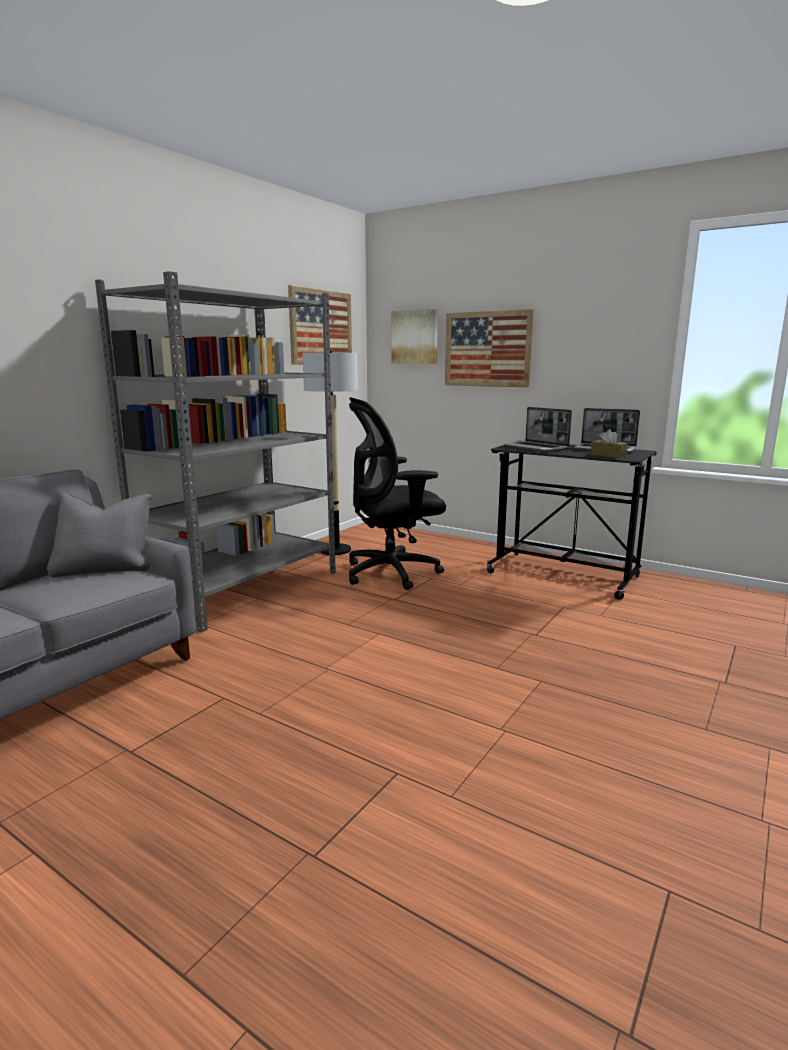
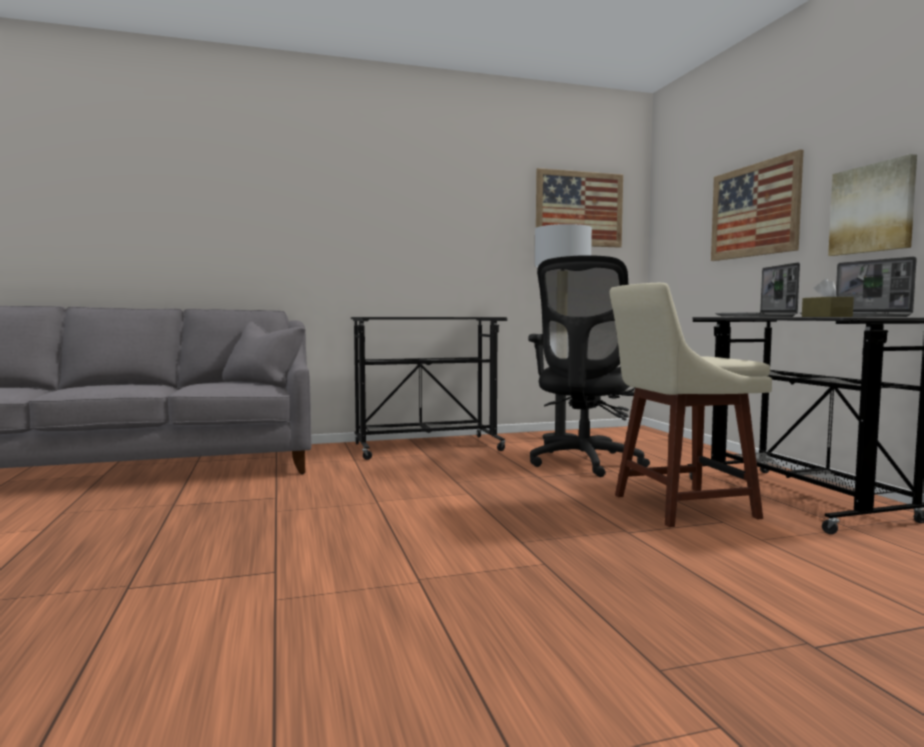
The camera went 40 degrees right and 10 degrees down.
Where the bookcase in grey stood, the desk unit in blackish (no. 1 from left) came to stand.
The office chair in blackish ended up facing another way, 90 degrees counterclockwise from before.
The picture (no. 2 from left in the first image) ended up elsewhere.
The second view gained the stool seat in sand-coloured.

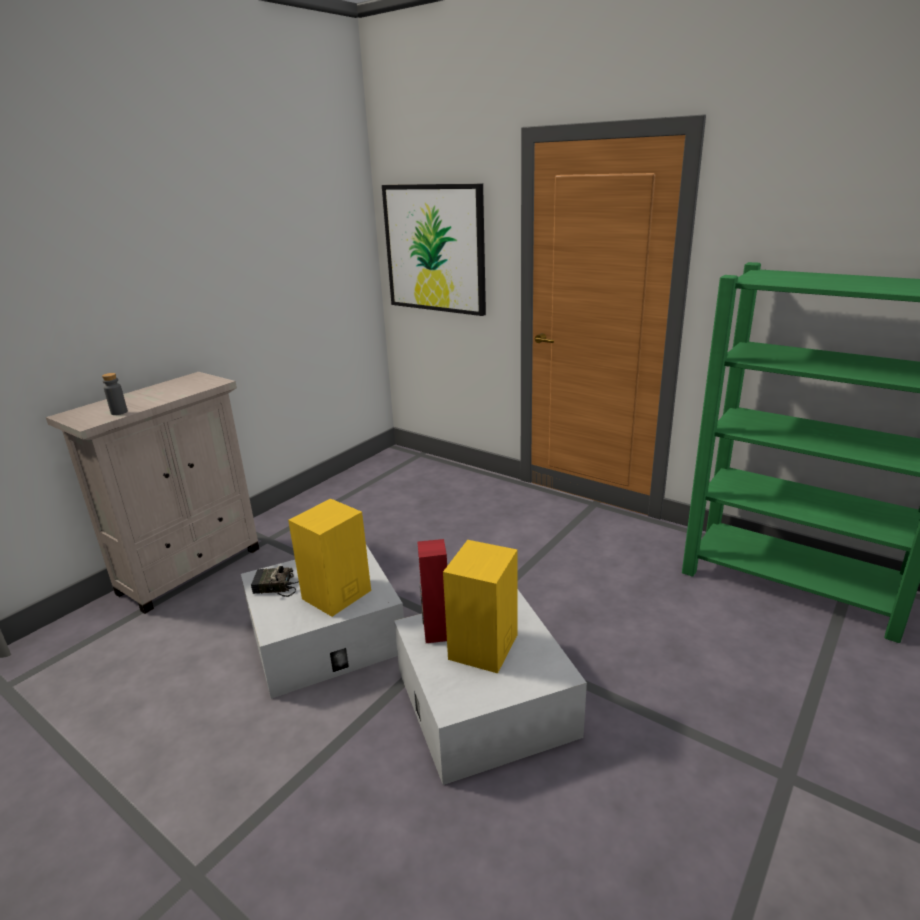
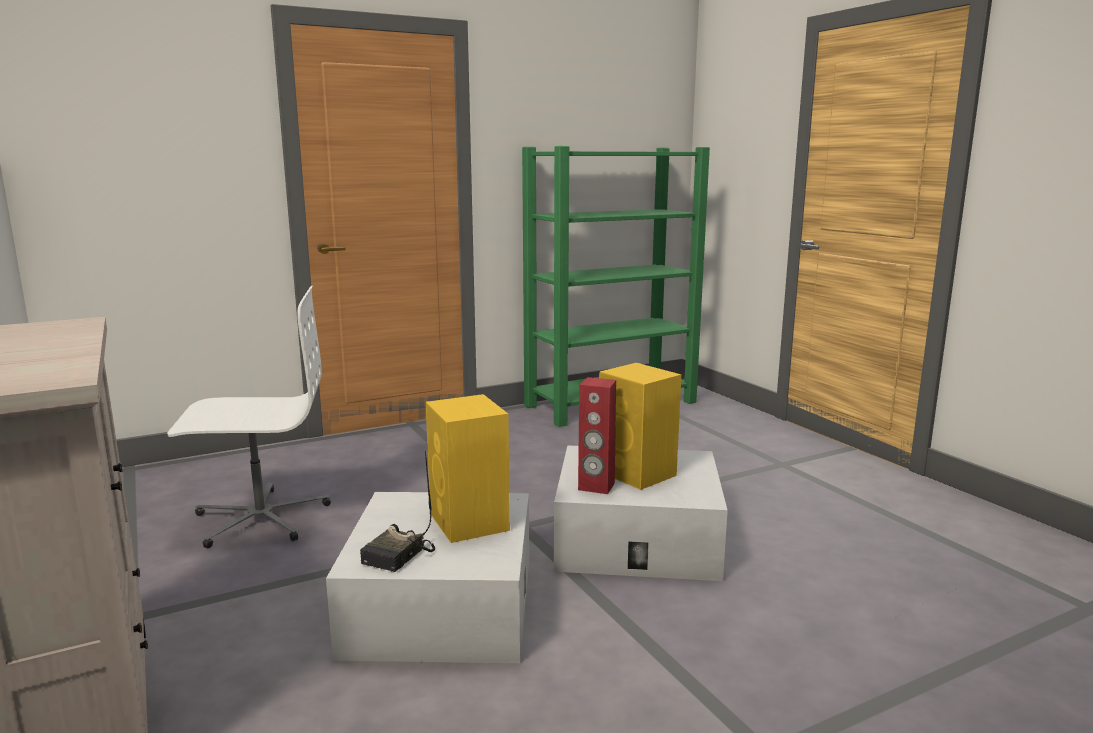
The camera went 65 degrees left and 10 degrees down.
The second view lost the beverage bottle in grey.
The second view lost the picture.
The second view gained the office chair in white.

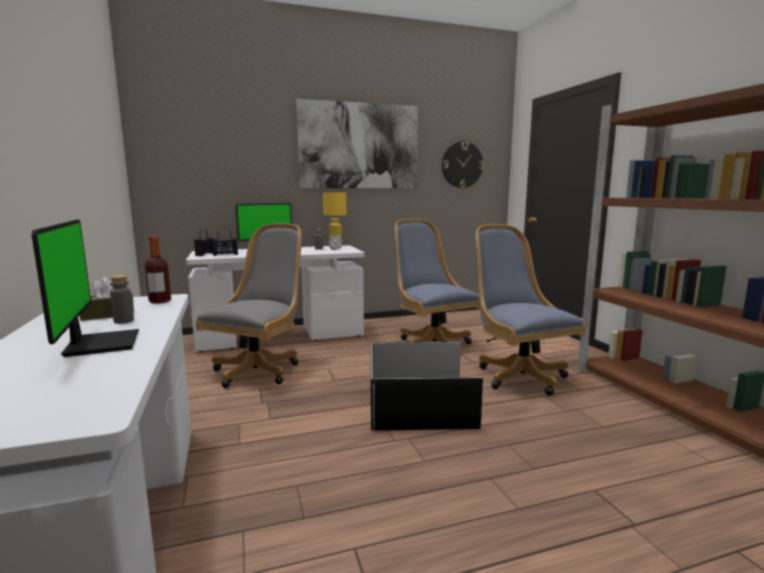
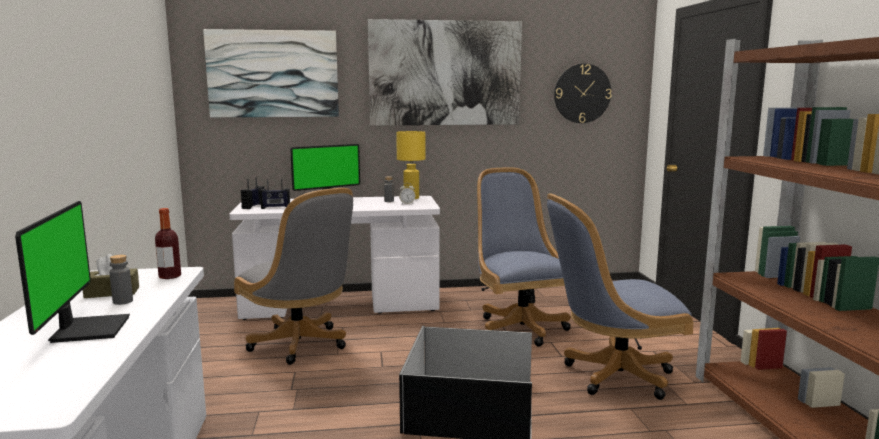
The camera went 10 degrees right and 0 degrees up.
The office chair in grey ended up facing another way, 105 degrees clockwise from before.
The office chair in bluish (no. 2 from left) ended up facing another way, 90 degrees counterclockwise from before.
The second view gained the picture (no. 1 from left).

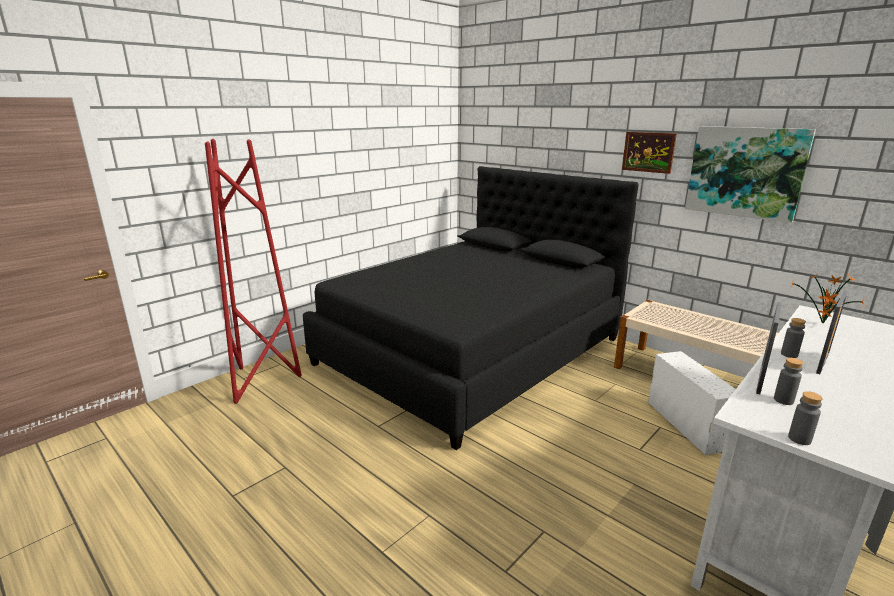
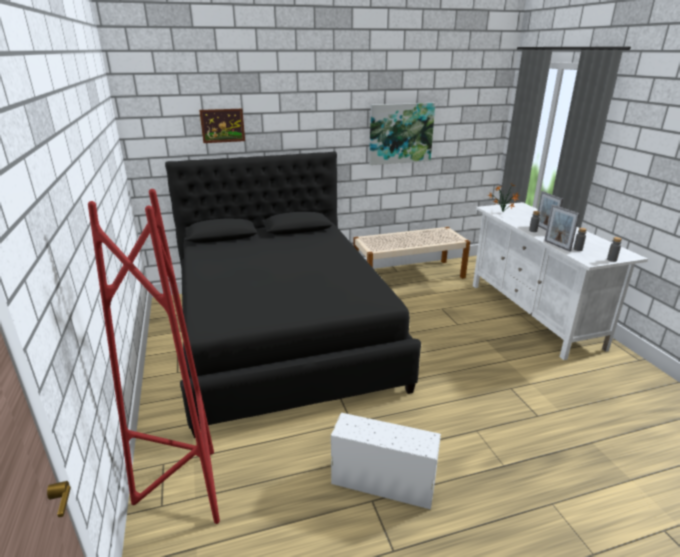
The camera went 60 degrees left and 5 degrees up.
The picture (no. 1 from left) ended up elsewhere.
The storage bin in white ended up elsewhere.

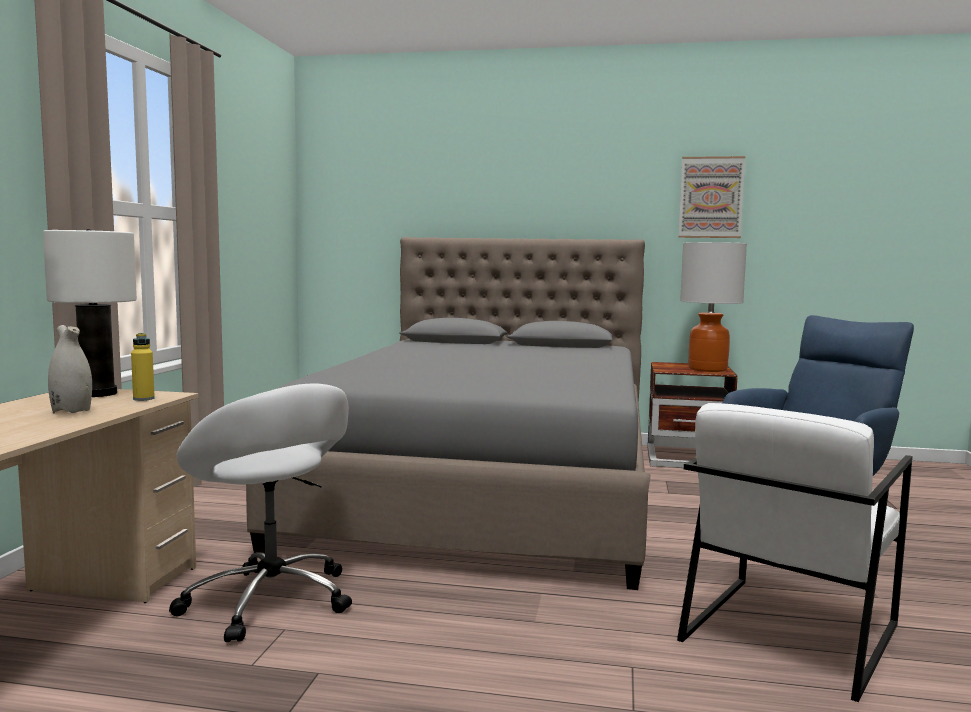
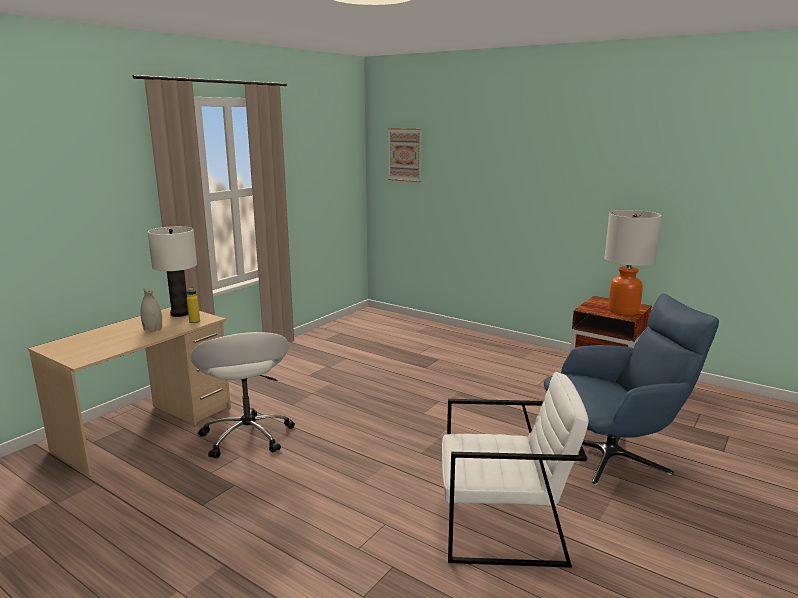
The camera went 25 degrees right and 10 degrees up.
The second view lost the sleeping bed in grey.
The armchair in white ended up facing another way, 150 degrees counterclockwise from before.
The picture ended up elsewhere.

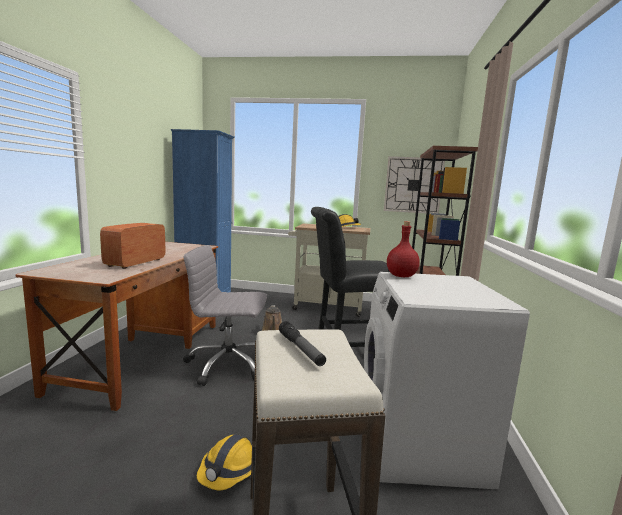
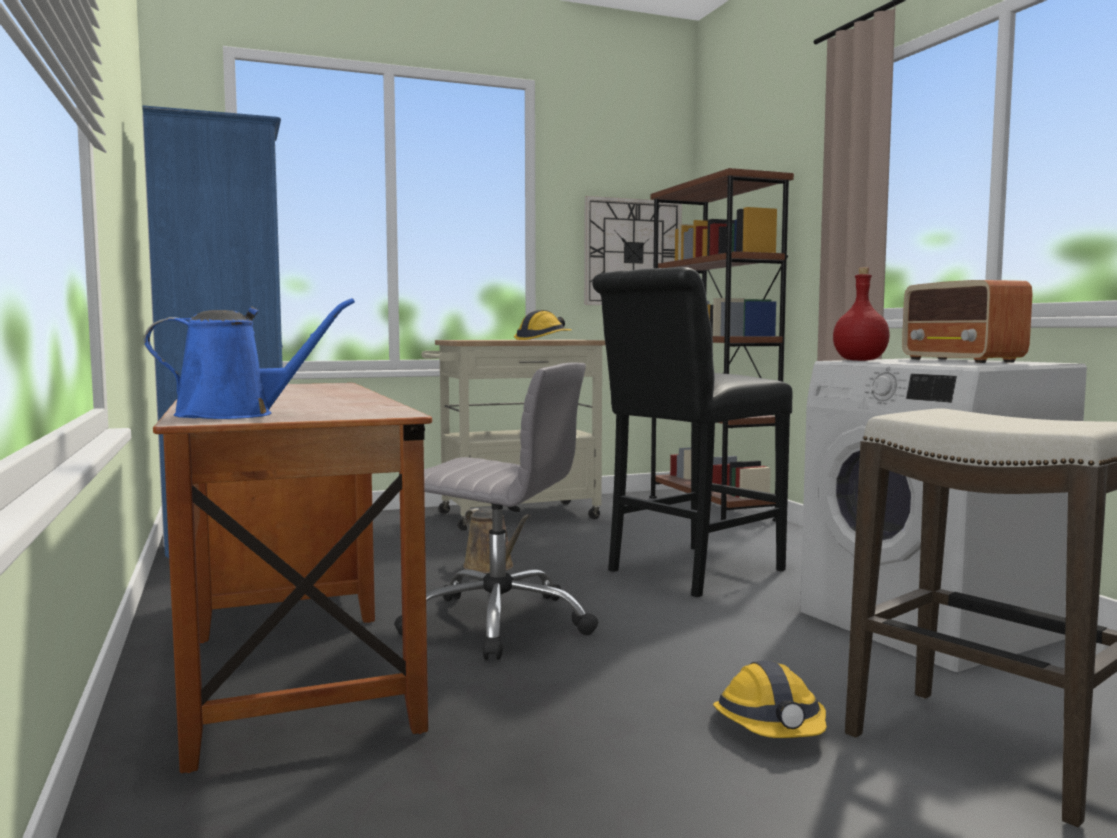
The camera went 30 degrees left and 5 degrees down.
The radio set ended up elsewhere.
The office chair in grey ended up facing another way, 135 degrees counterclockwise from before.
The second view lost the torch.
The second view gained the watering pot in bluish.

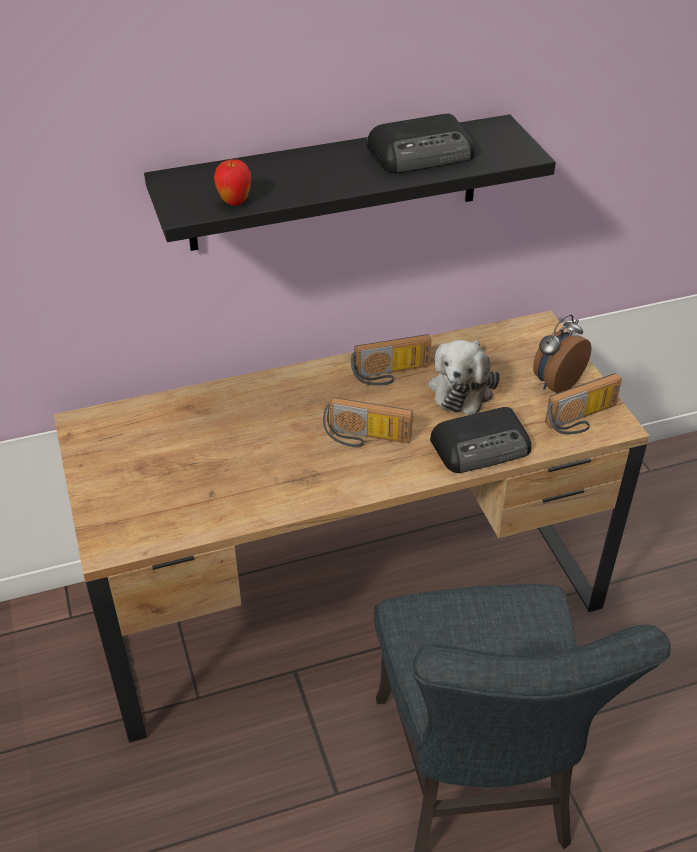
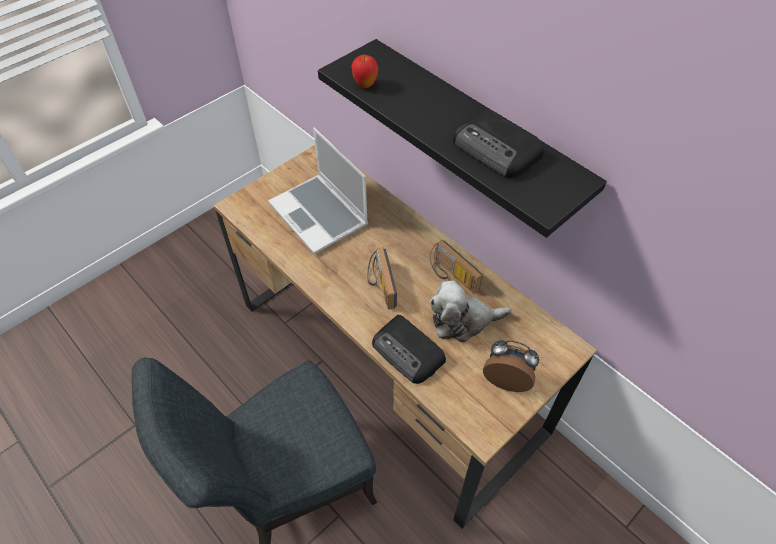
The camera went 65 degrees right and 10 degrees up.
The second view lost the radio set (no. 5 from left).
The second view gained the portable computer.

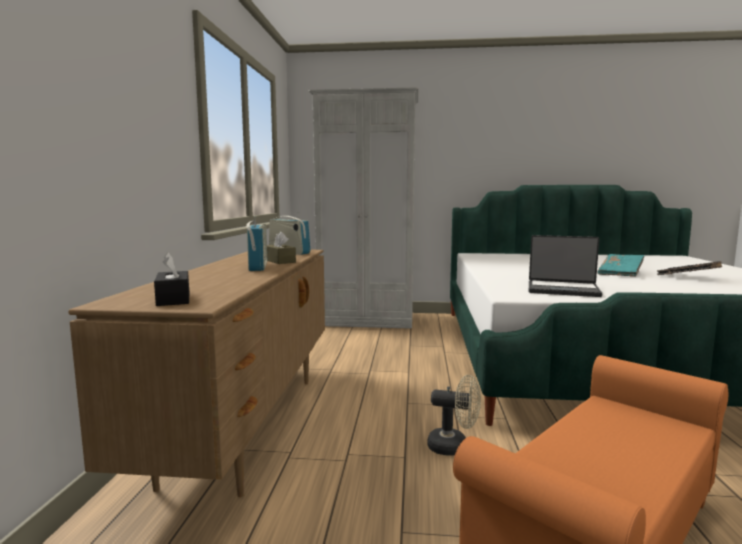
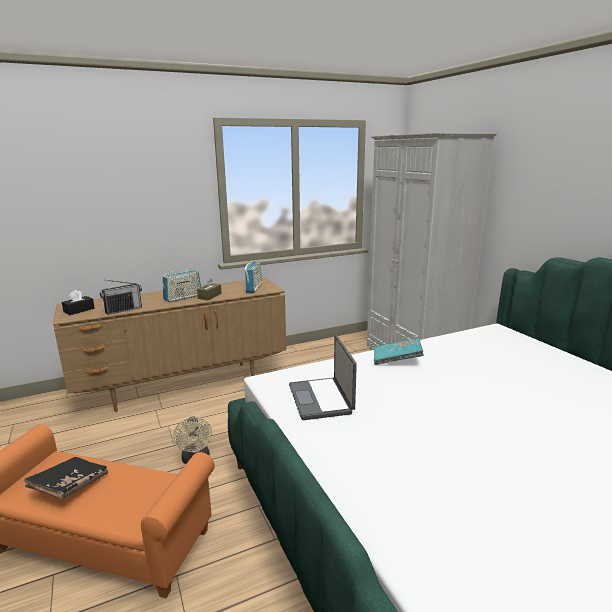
The camera went 60 degrees right and 10 degrees up.
The book in turquoise-coloured ended up elsewhere.
The book in blackish ended up elsewhere.
The second view gained the radio set (no. 1 from left).

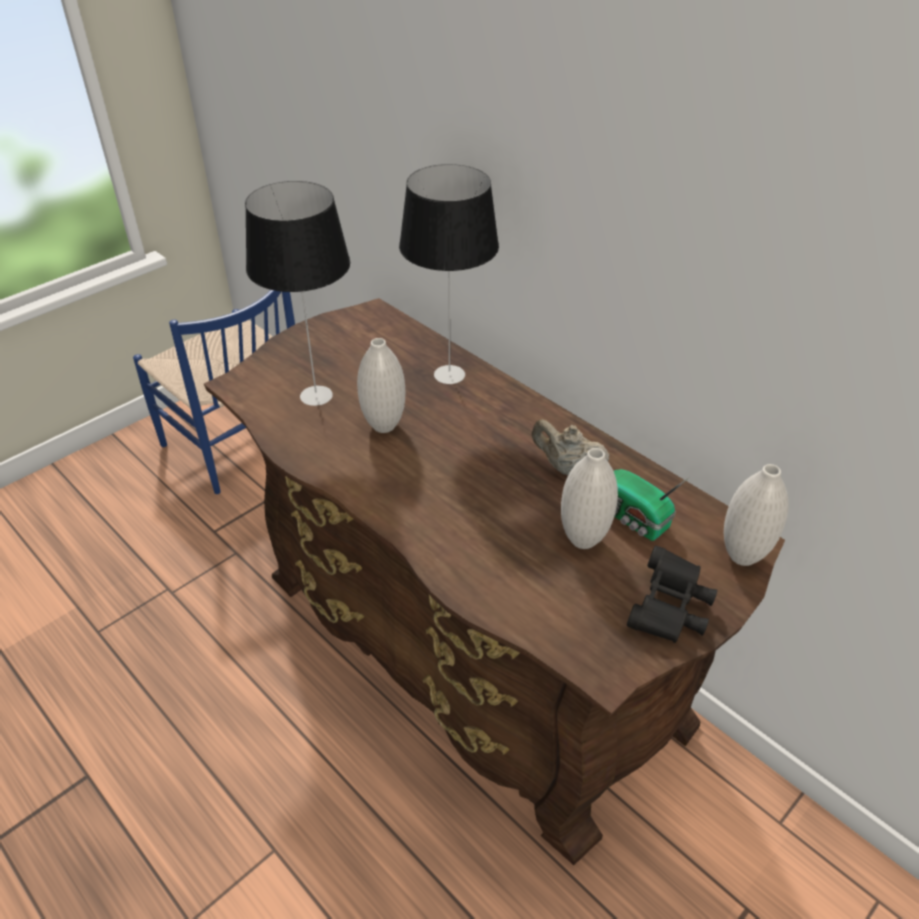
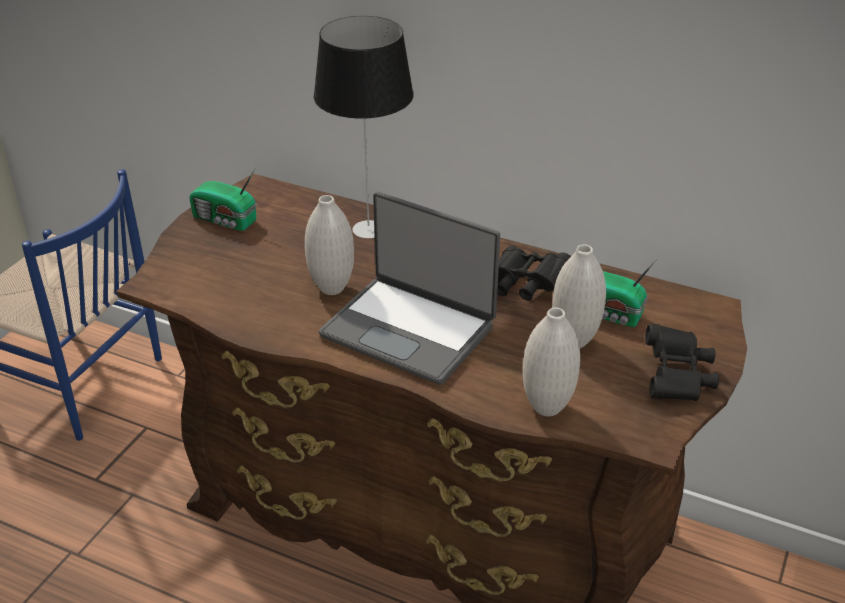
The camera went 20 degrees left and 5 degrees down.
The second view lost the table lamp (no. 1 from left).
Where the pot for tea in sand-coloured stood, the binoculars in blackish (no. 1 from left) came to stand.
The decorative vase in white (no. 3 from left in the first image) ended up elsewhere.
The second view gained the radio set (no. 1 from left).
The second view gained the portable computer.

